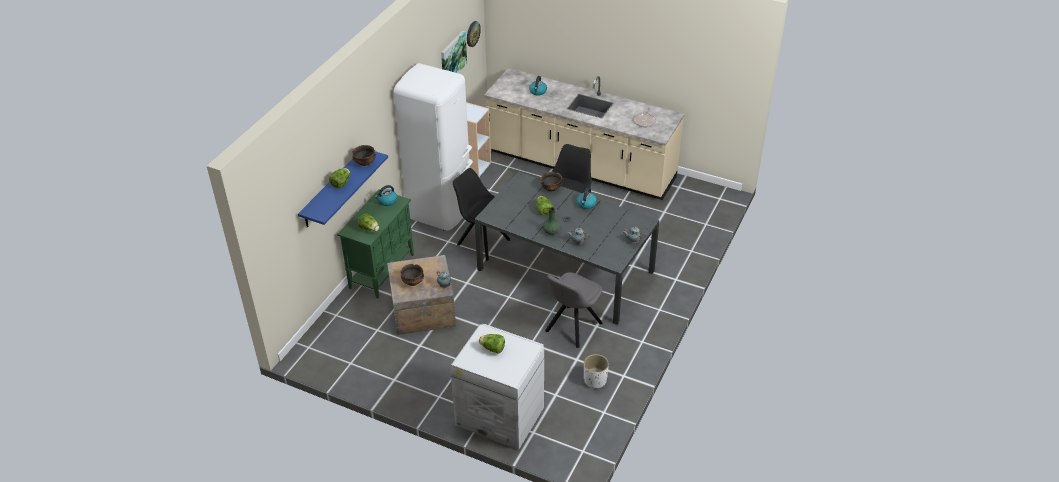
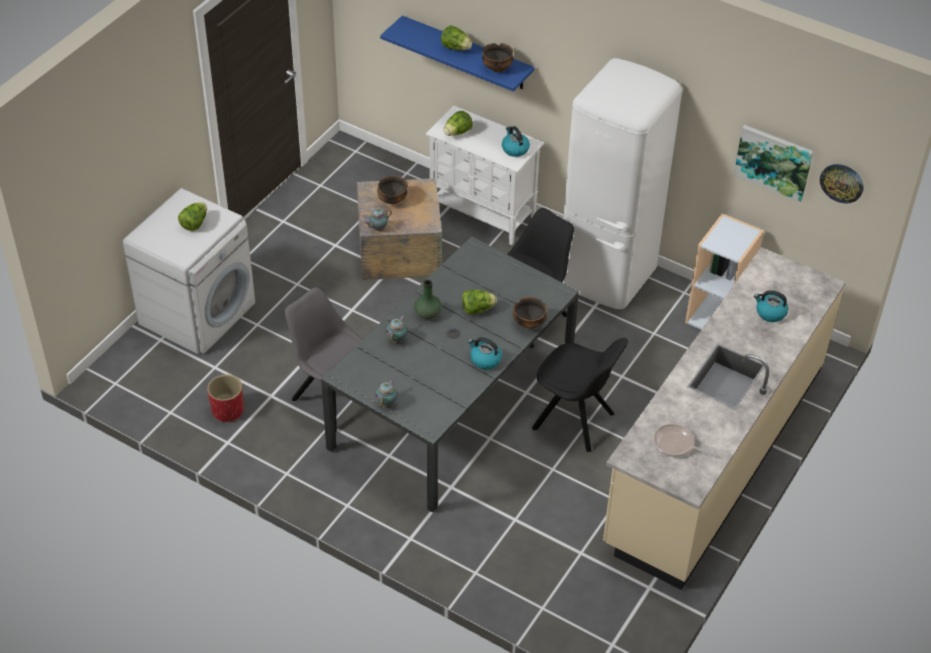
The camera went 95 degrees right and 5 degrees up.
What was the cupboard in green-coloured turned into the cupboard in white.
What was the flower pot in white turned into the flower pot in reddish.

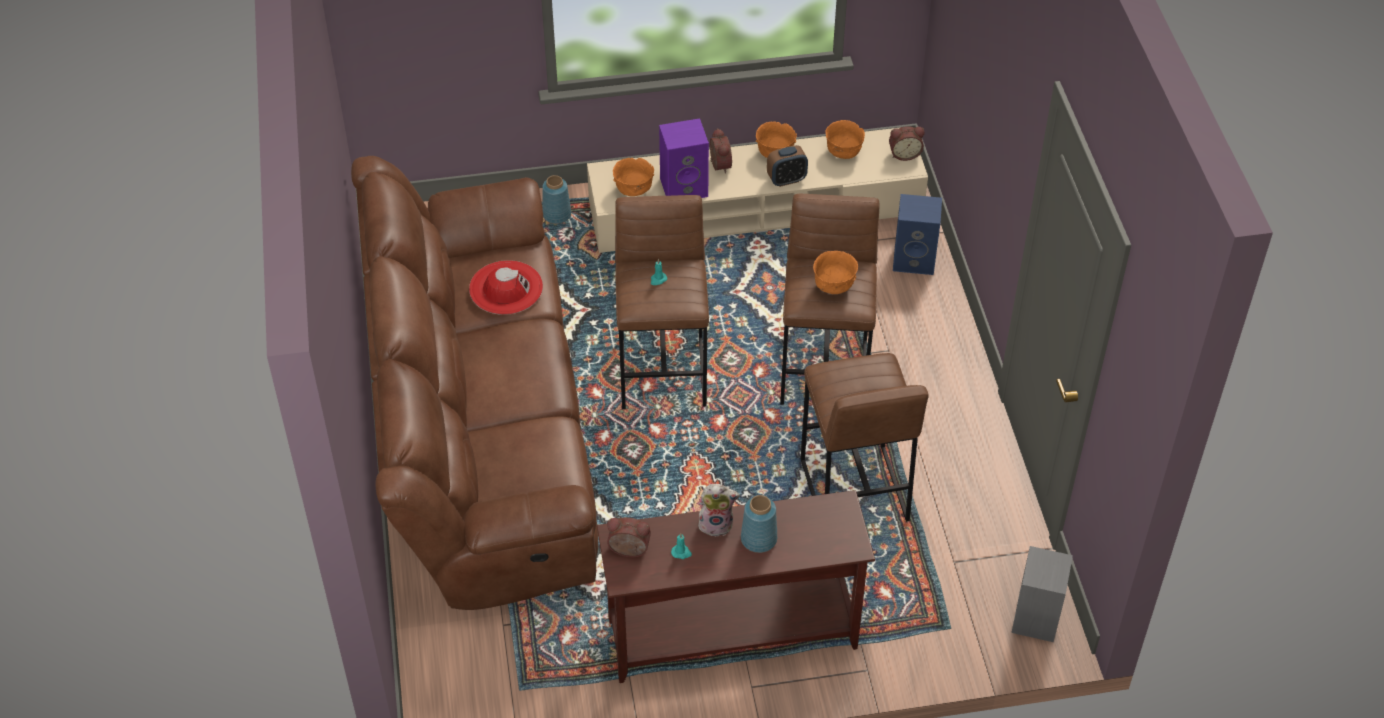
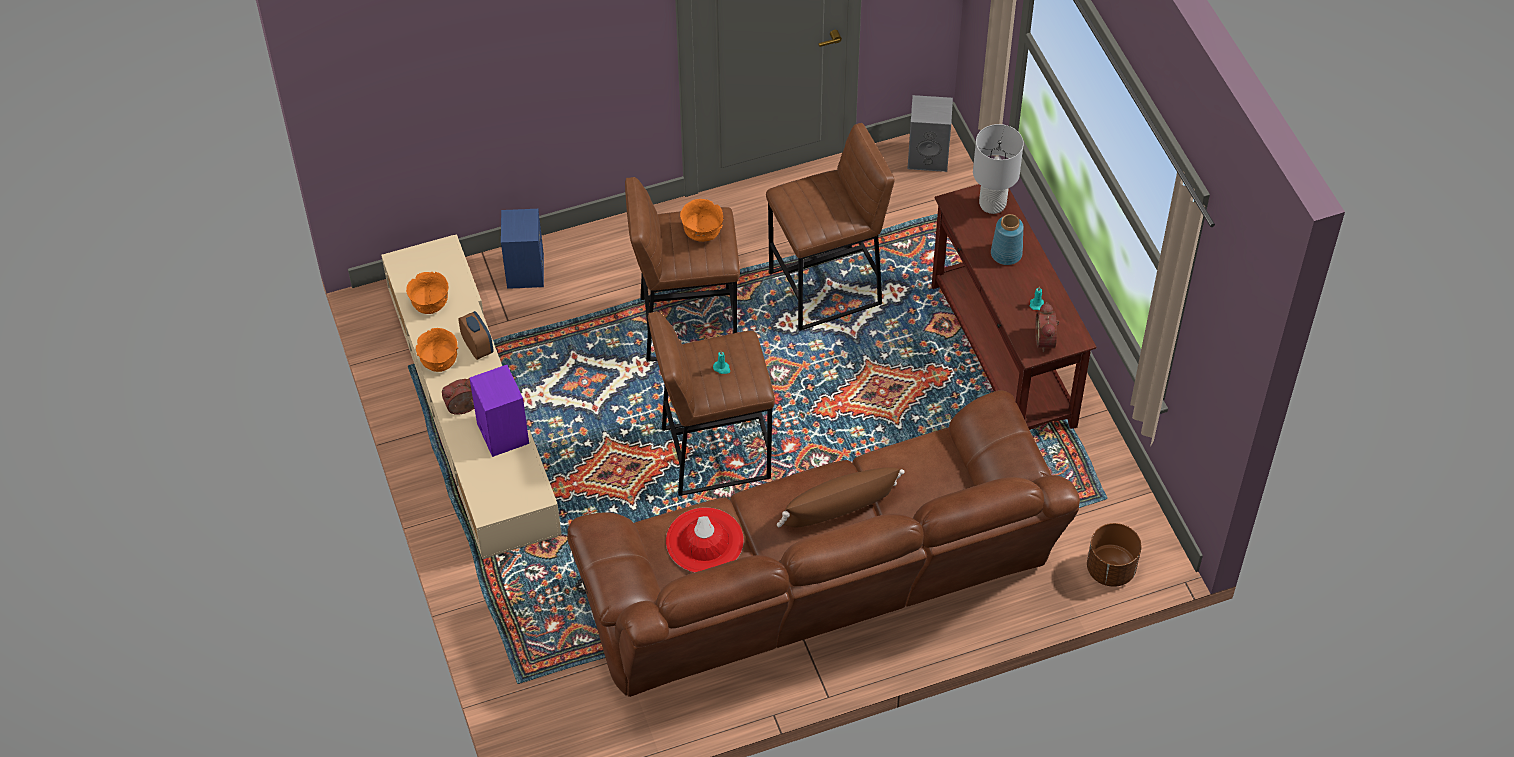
The camera went 100 degrees left and 5 degrees up.
The second view lost the decorative vase in bluish (no. 1 from left).
The second view lost the serving bowl in orange (no. 1 from left).
The second view lost the plush toy.
The second view lost the alarm clock (no. 4 from left).
The second view gained the throw pillow in brown.
The second view gained the table lamp in grey.
The second view gained the flower pot in brown.

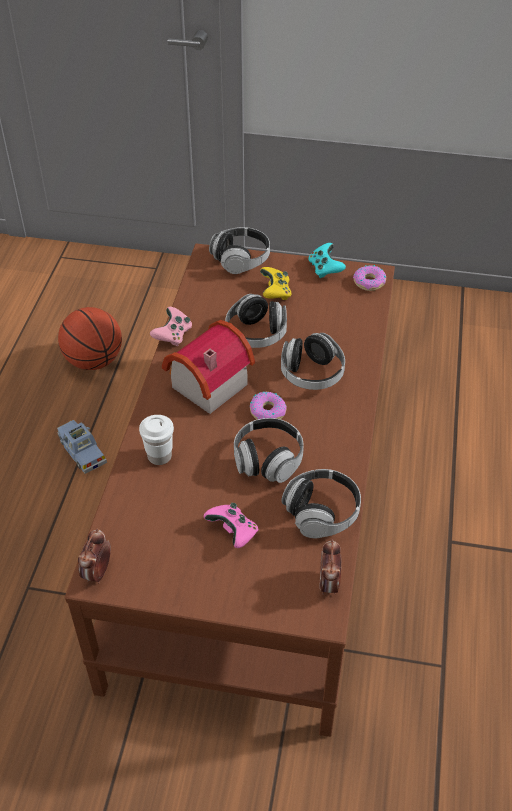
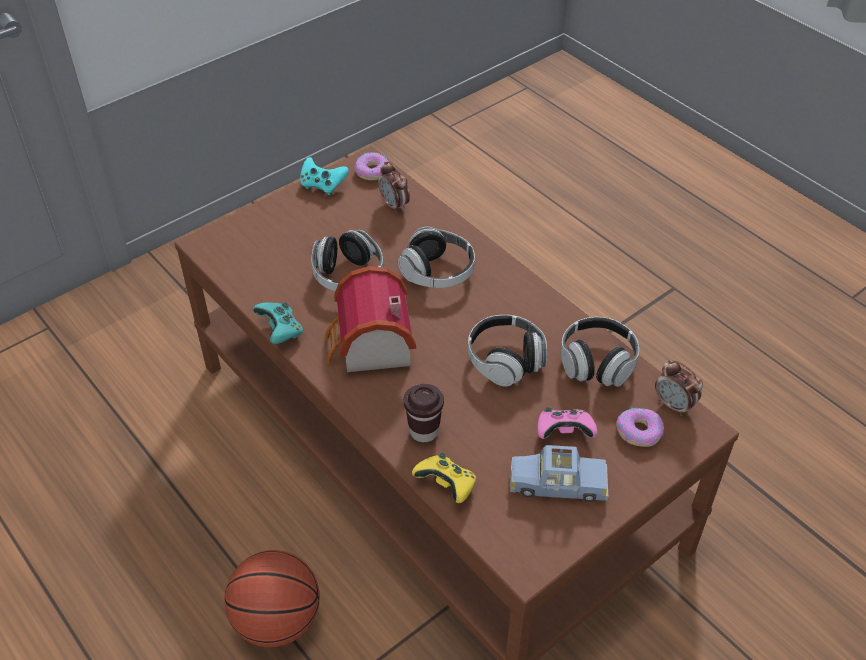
The camera went 50 degrees left and 0 degrees up.
The miniature car in bluish ended up elsewhere.
The ball for basketball ended up elsewhere.
The alarm clock (no. 1 from left) ended up elsewhere.
What was the drinking cup in white turned into the drinking cup in brown.
What was the gamepad in pink (no. 1 from left) turned into the gamepad in turquoise-coloured (no. 1 from left).
The second view lost the pair of headphones (no. 1 from left).
The ring doughnut (no. 1 from left in the first image) ended up elsewhere.
The gamepad in yellow ended up elsewhere.

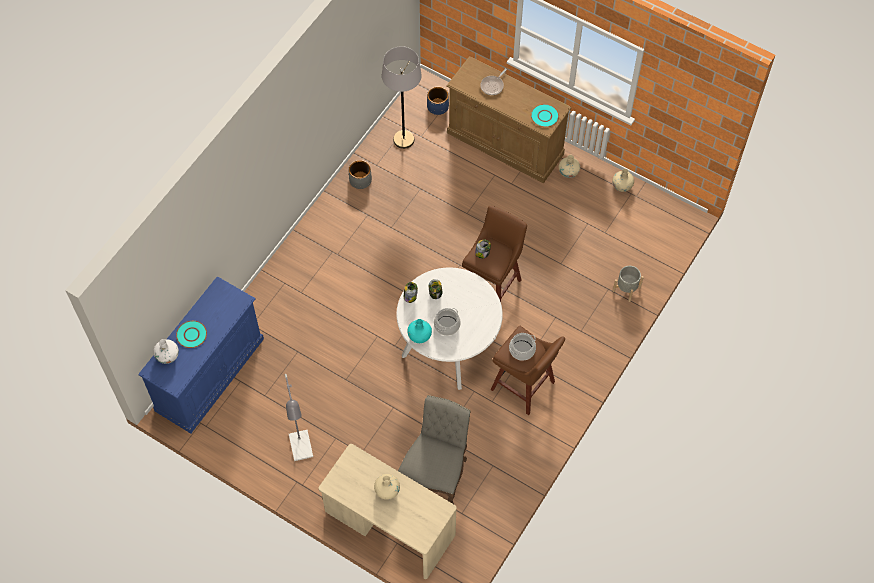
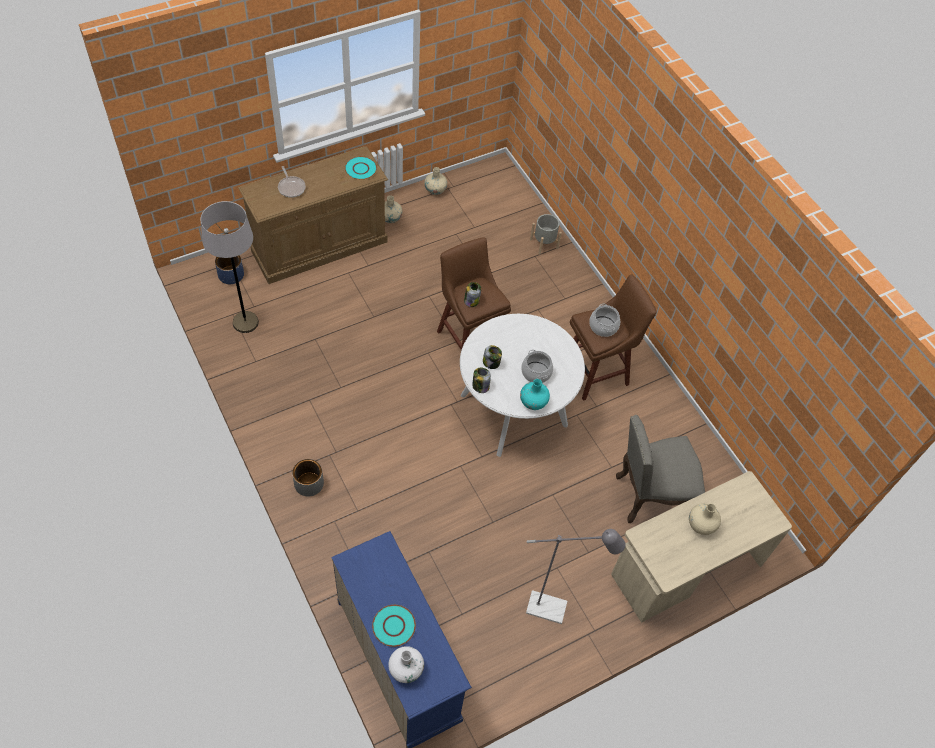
The camera went 65 degrees left and 5 degrees down.
The flower pot in grey (no. 1 from left) ended up elsewhere.
The plain chair in grey ended up facing another way, 60 degrees counterclockwise from before.

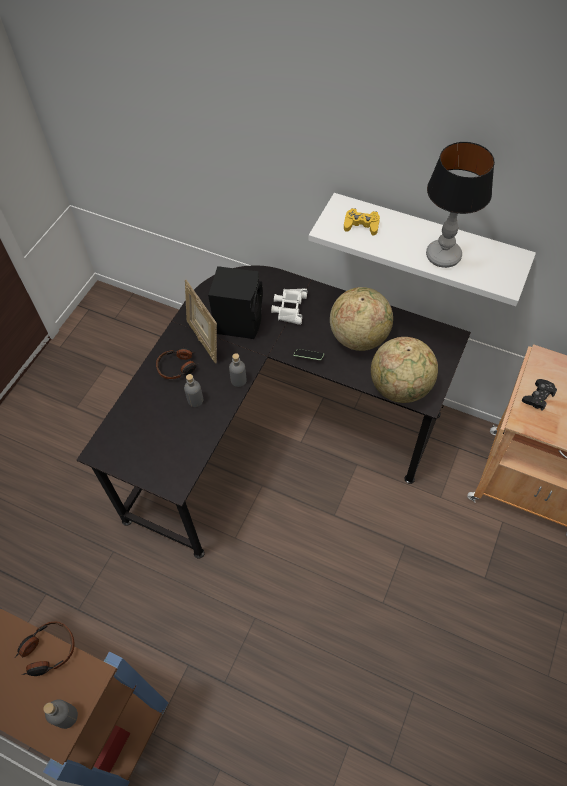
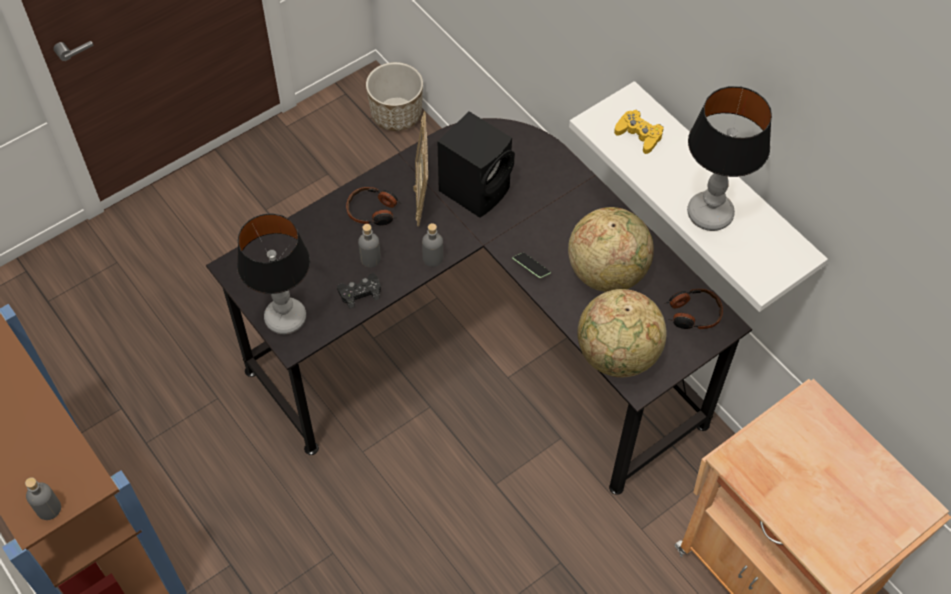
The camera went 25 degrees right and 0 degrees up.
The pair of headphones (no. 1 from left in the first image) ended up elsewhere.
The second view lost the binoculars in white.
The gamepad in blackish ended up elsewhere.
The second view gained the table lamp (no. 1 from left).
The second view gained the flower pot.

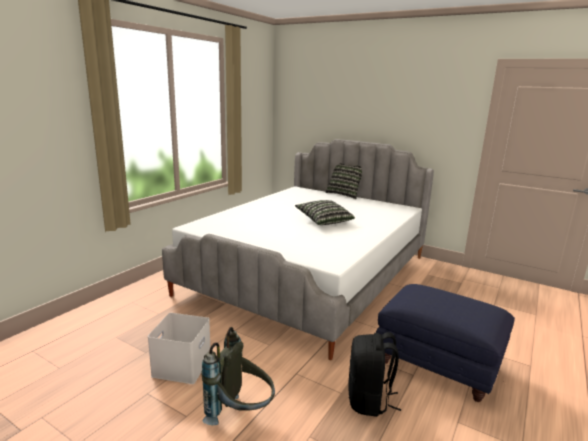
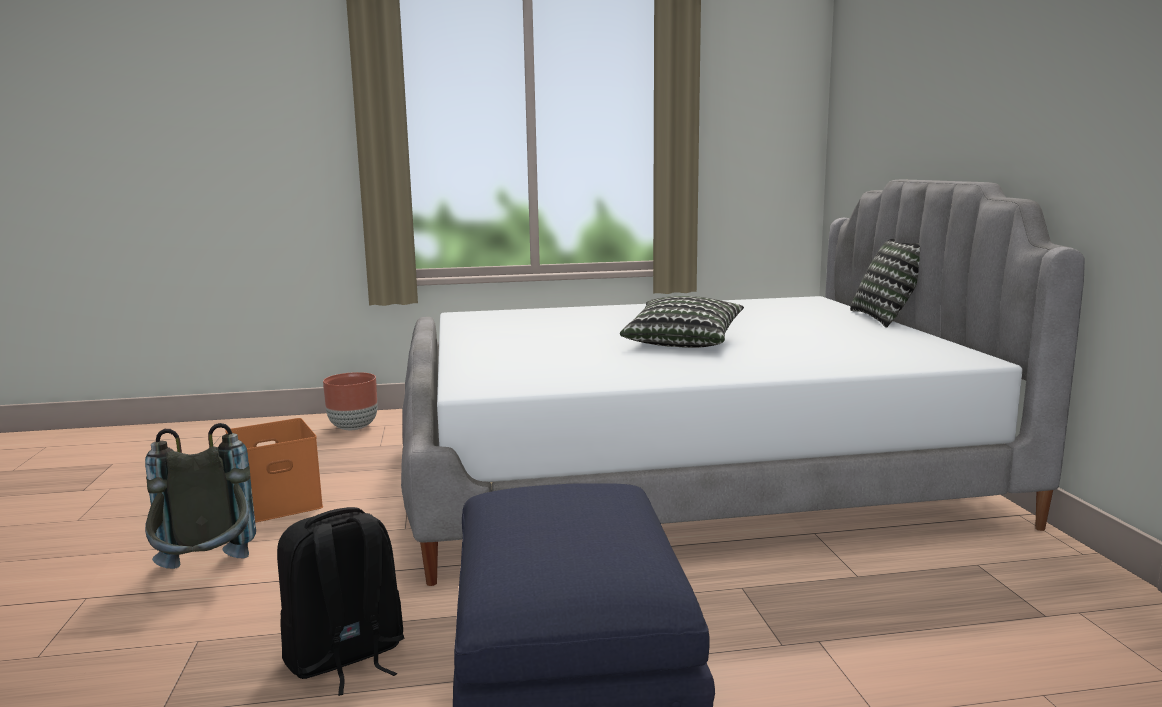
The camera went 50 degrees right and 5 degrees down.
What was the storage bin in white turned into the storage bin in orange.
The second view gained the flower pot in brown.

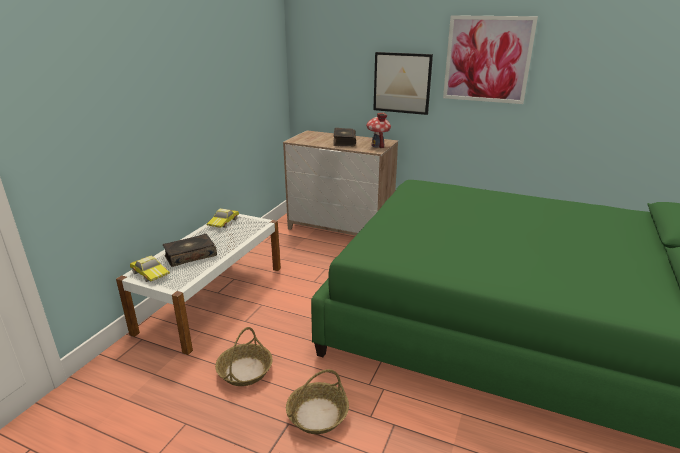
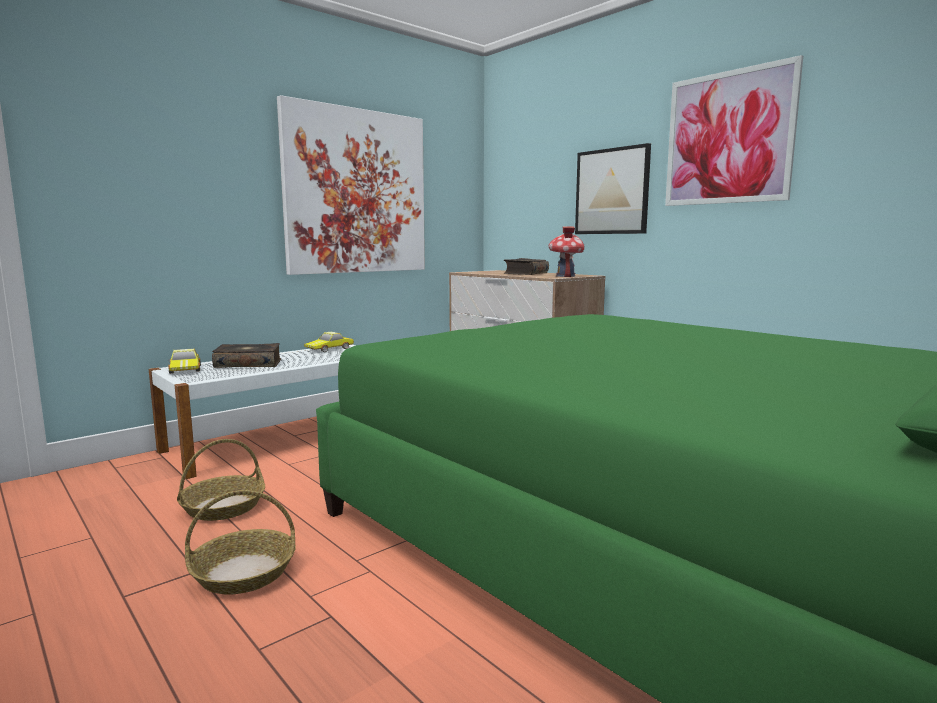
The camera went 25 degrees right and 15 degrees down.
The second view gained the picture (no. 1 from left).

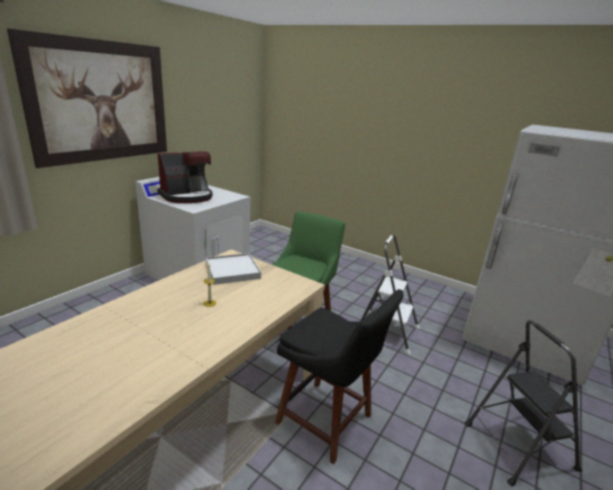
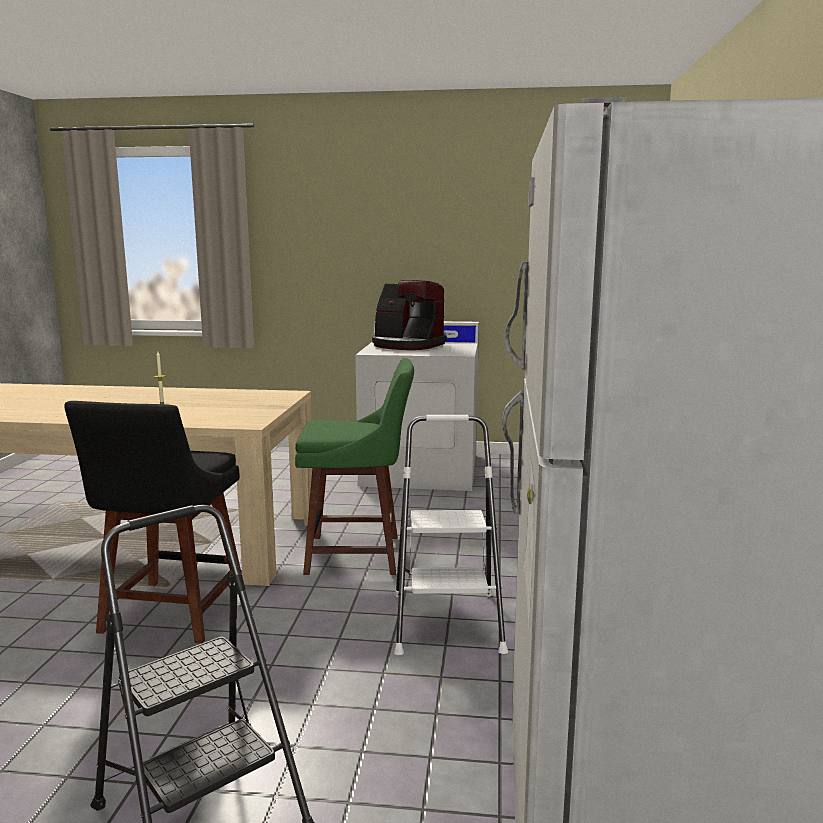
The camera went 65 degrees right and 10 degrees down.
The second view lost the picture.
The second view lost the serving tray in white.

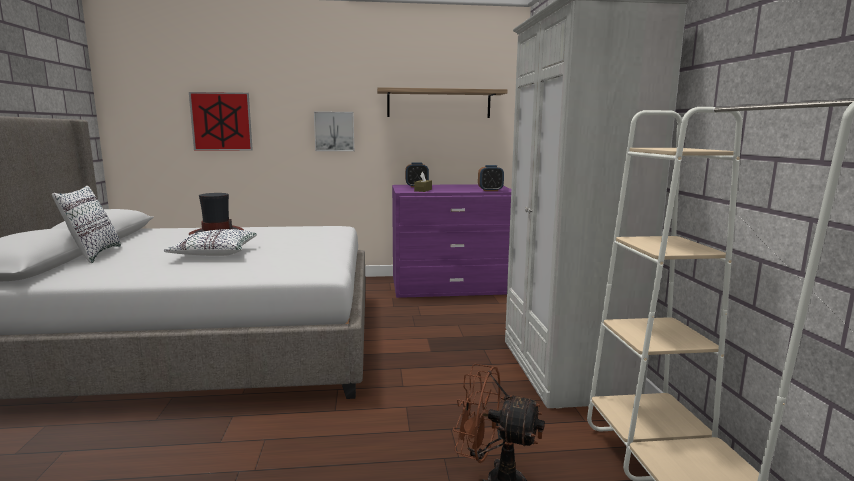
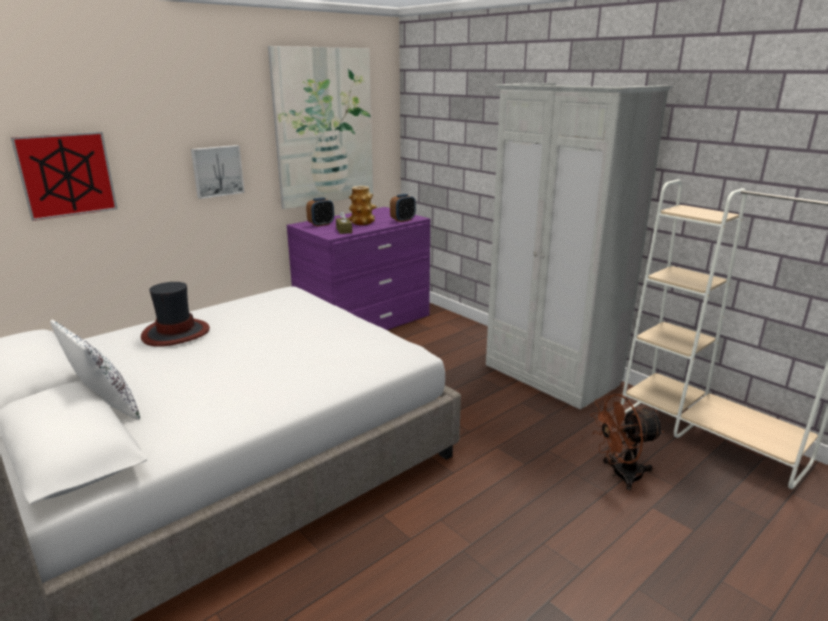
The camera went 35 degrees left and 10 degrees up.
The second view lost the throw pillow in white (no. 2 from left).
Where the wall shelf hung, the picture (no. 3 from left) came to hang.
The second view gained the decorative vase.

